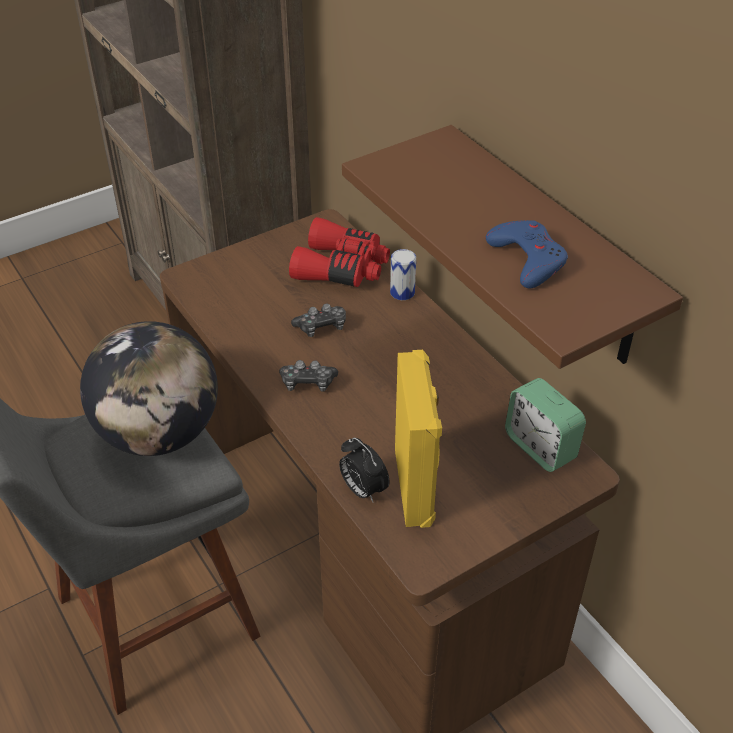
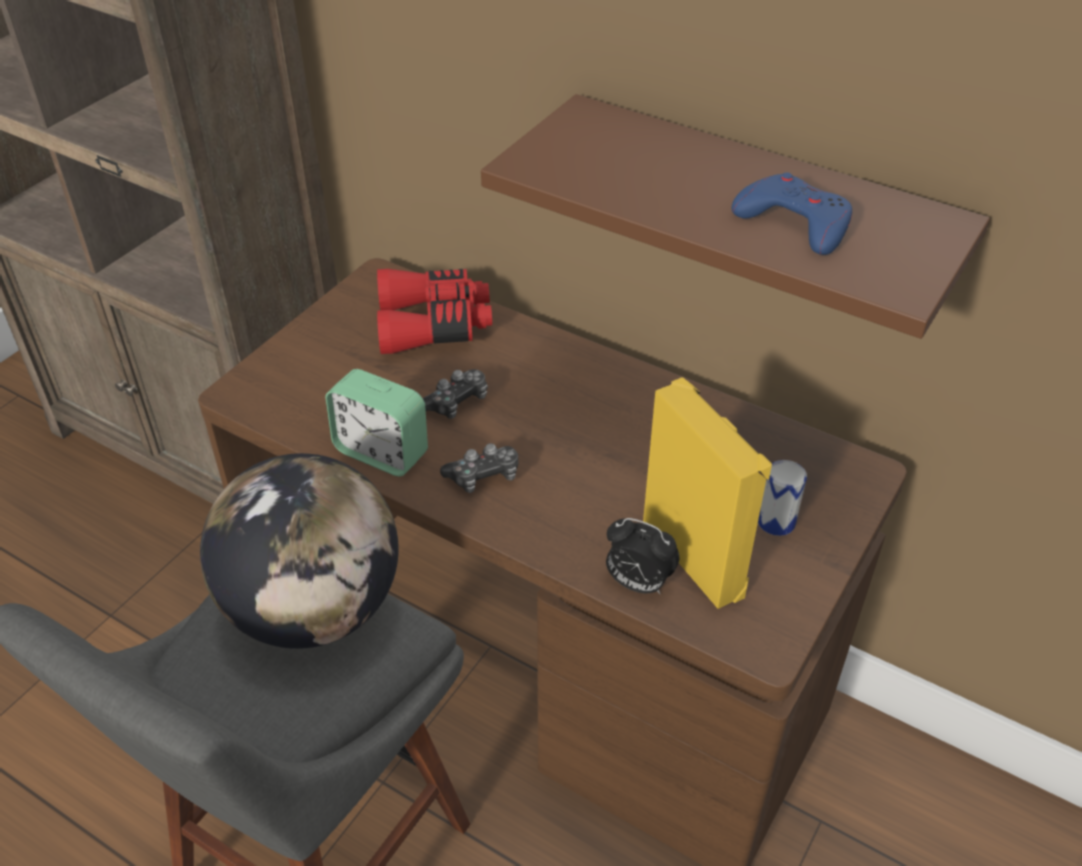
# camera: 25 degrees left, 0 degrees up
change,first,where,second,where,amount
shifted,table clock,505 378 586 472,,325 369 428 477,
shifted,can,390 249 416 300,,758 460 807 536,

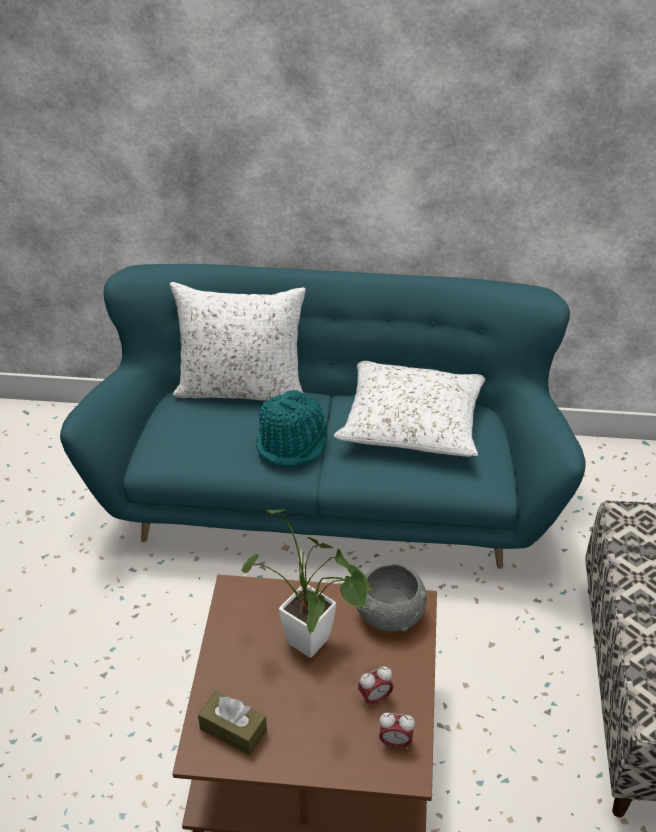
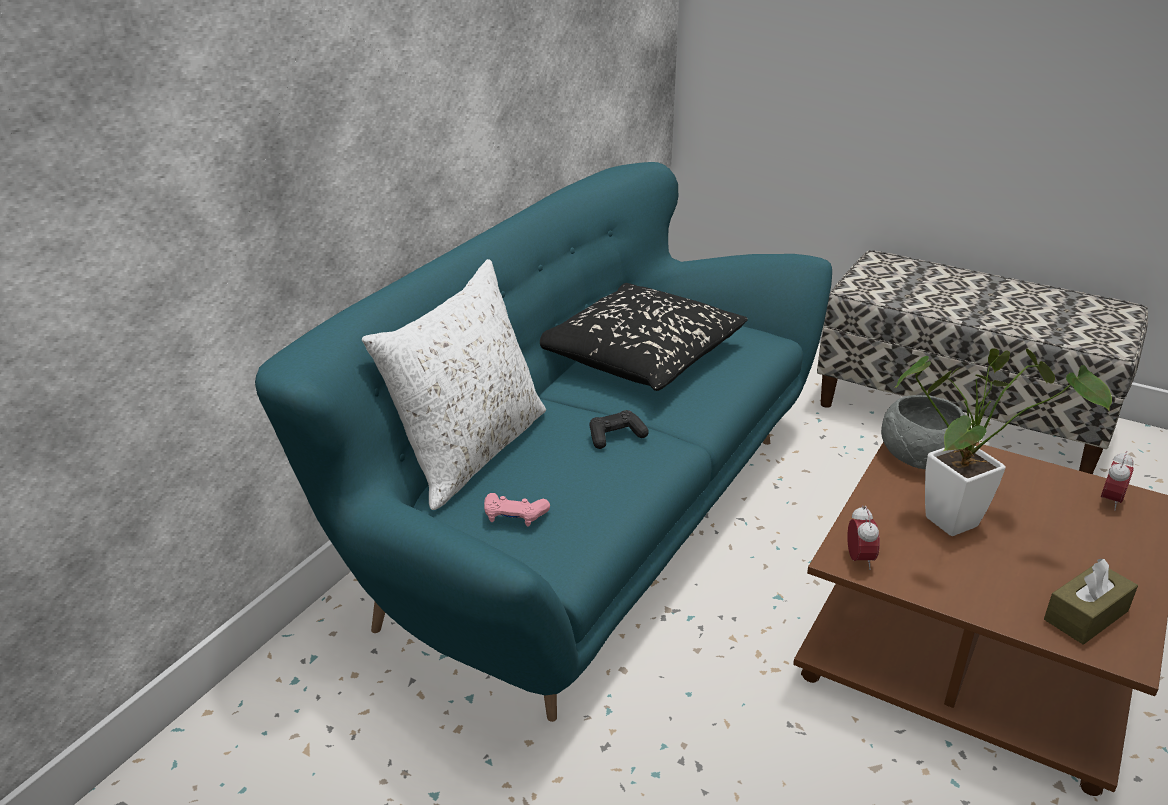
# camera: 65 degrees left, 10 degrees down
change,first,where,second,where,amount
new,,,pink-coloured joypad,484 493 550 527,
repainted,white-coloured pillow,334 361 485 457,black-coloured pillow,540 283 748 391,
swapped,blue-green hat,256 390 327 467,black-coloured joypad,590 410 649 449,
shifted,table clock,358 666 394 707,,847 505 880 570,

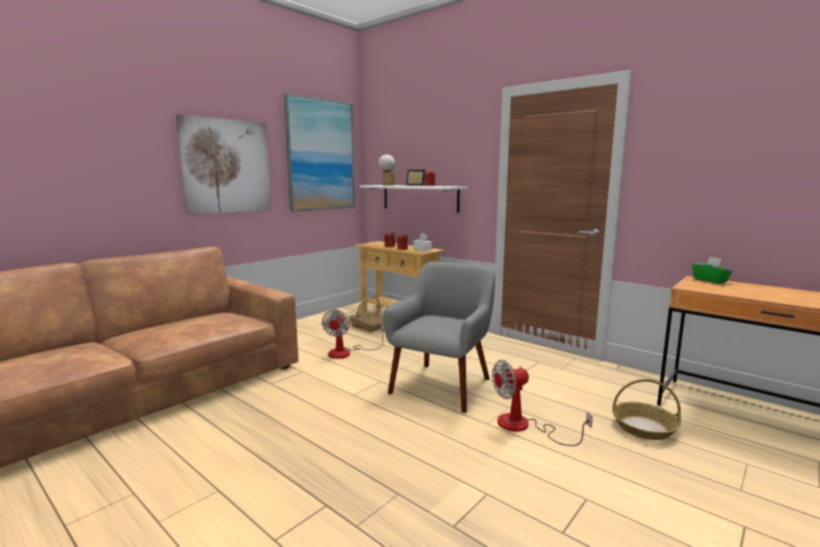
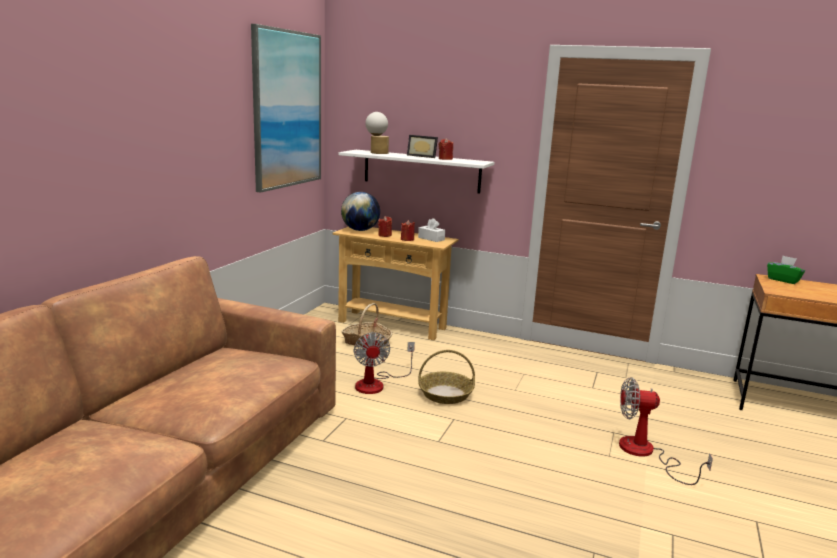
# camera: 20 degrees left, 5 degrees up
change,first,where,second,where,amount
new,,,world globe,341 192 380 231,
shifted,household basket,612 379 681 440,,418 350 475 404,
rotated,cooling fan,492 360 593 446,,619 377 713 485,45 degrees clockwise
gone,wall art,176 114 271 215,,,
gone,greyish armchair,383 262 495 413,,,

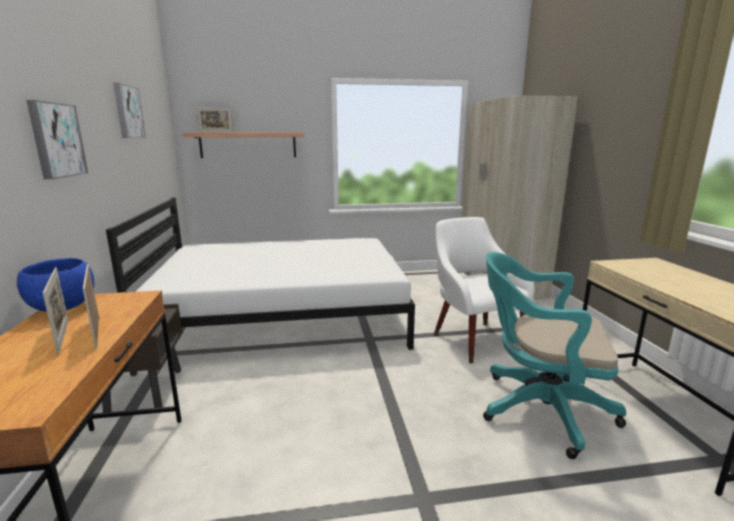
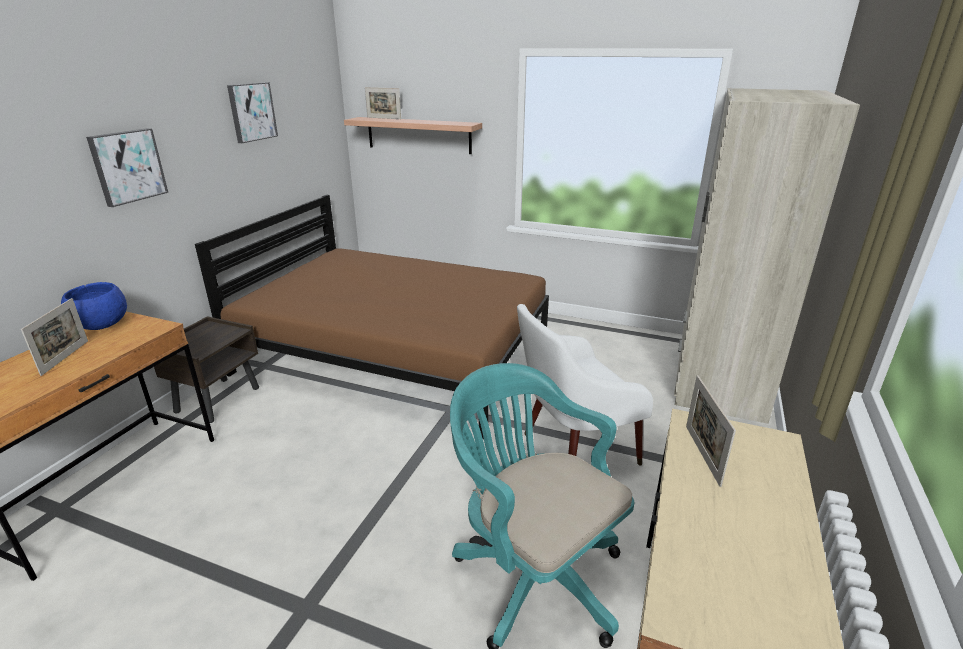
# camera: 30 degrees right, 10 degrees up
change,first,where,second,where,amount
repainted,white-coloured sleeping bed,106 197 415 350,brown sleeping bed,195 195 549 439,
rotated,white-coloured armchair,434 217 534 363,,517 304 653 466,120 degrees counterclockwise
shifted,picture frame,83 264 99 348,,686 375 736 487,

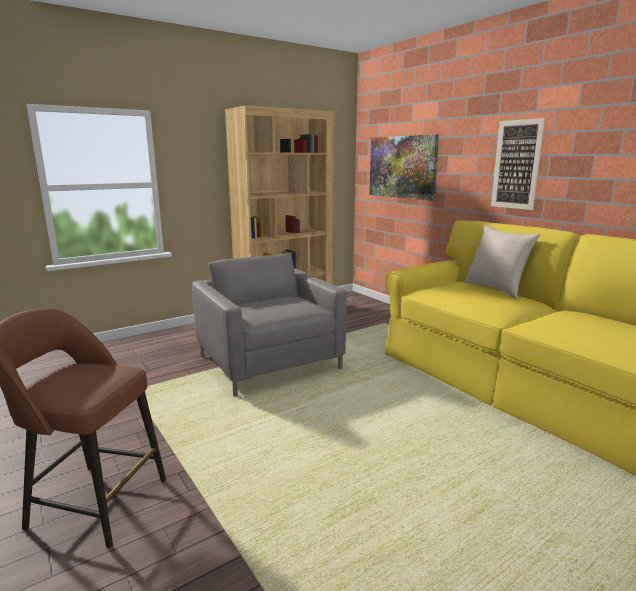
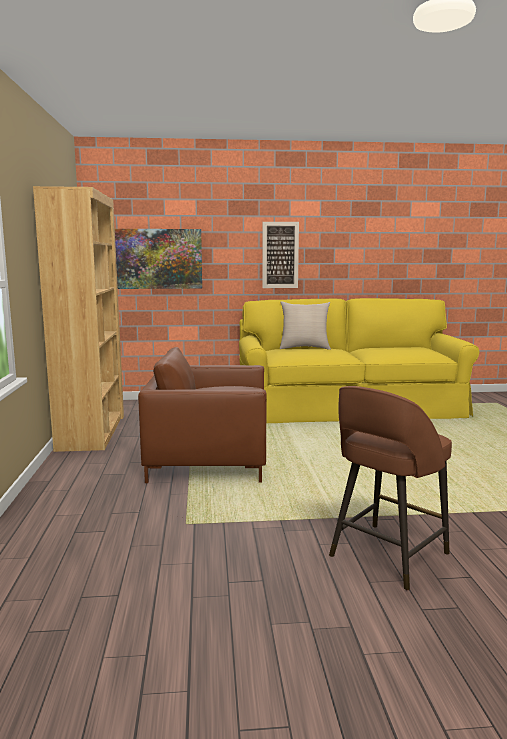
# camera: 60 degrees left, 5 degrees down
change,first,where,second,where,amount
repainted,greyish armchair,192 253 347 396,brown armchair,138 347 267 483,

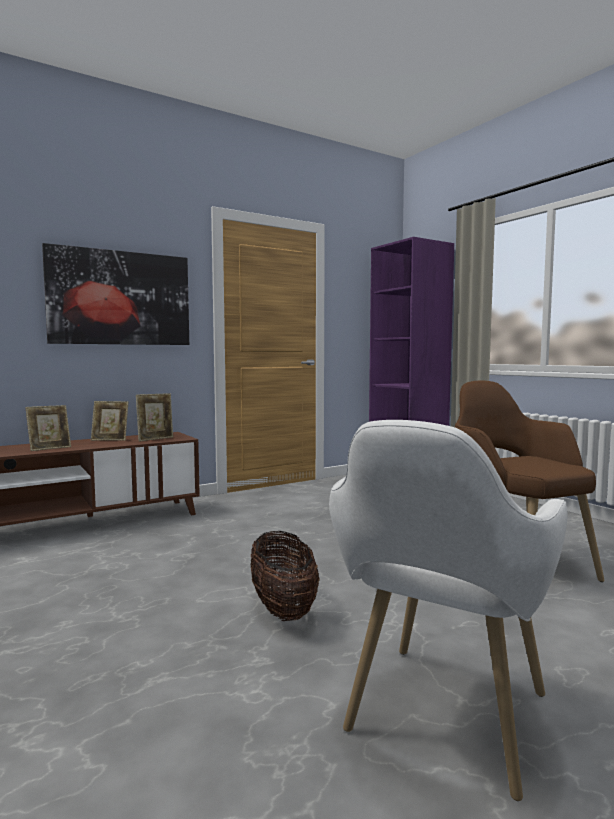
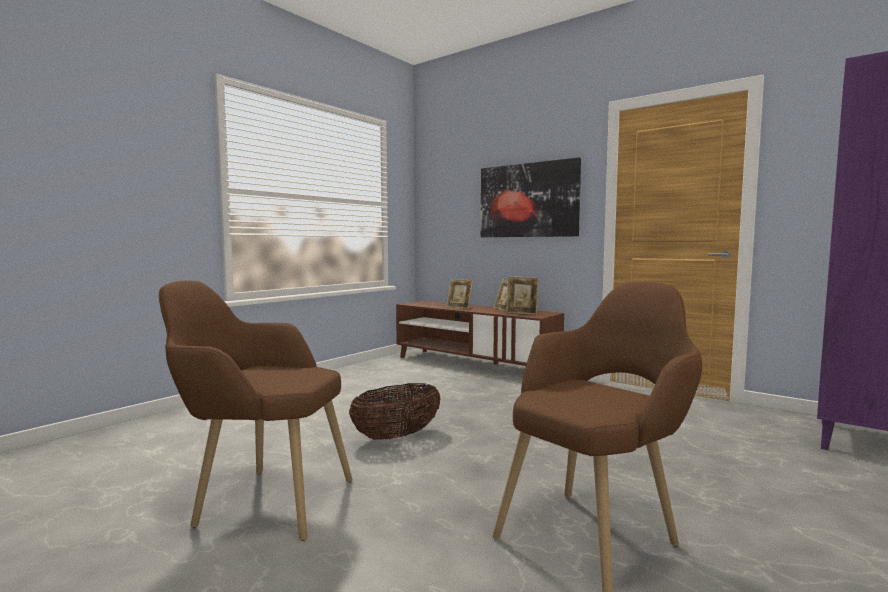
# camera: 70 degrees right, 0 degrees up
change,first,where,second,where,amount
repainted,white-coloured armchair,329 420 568 801,brown armchair,159 280 353 541,

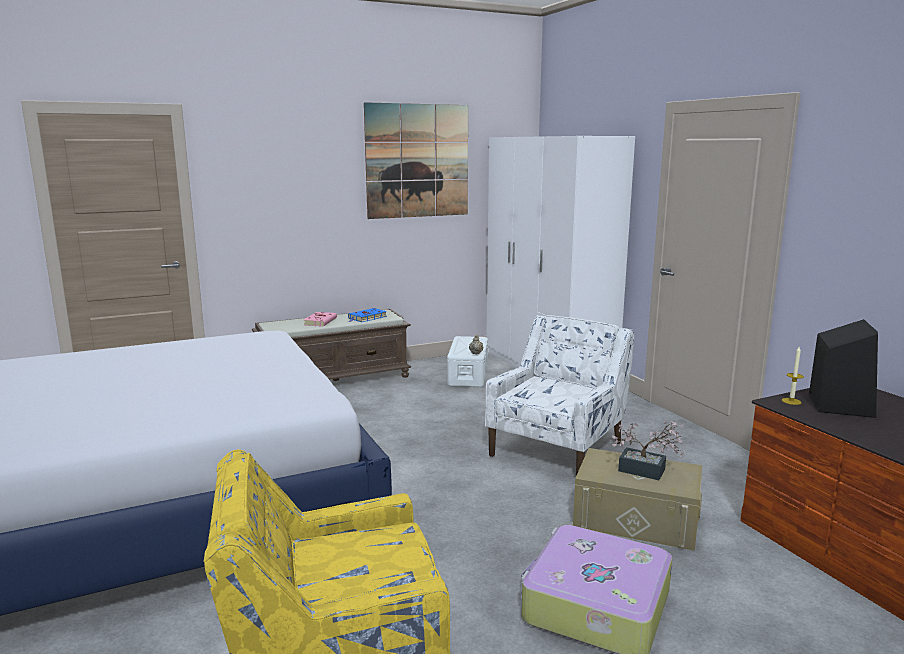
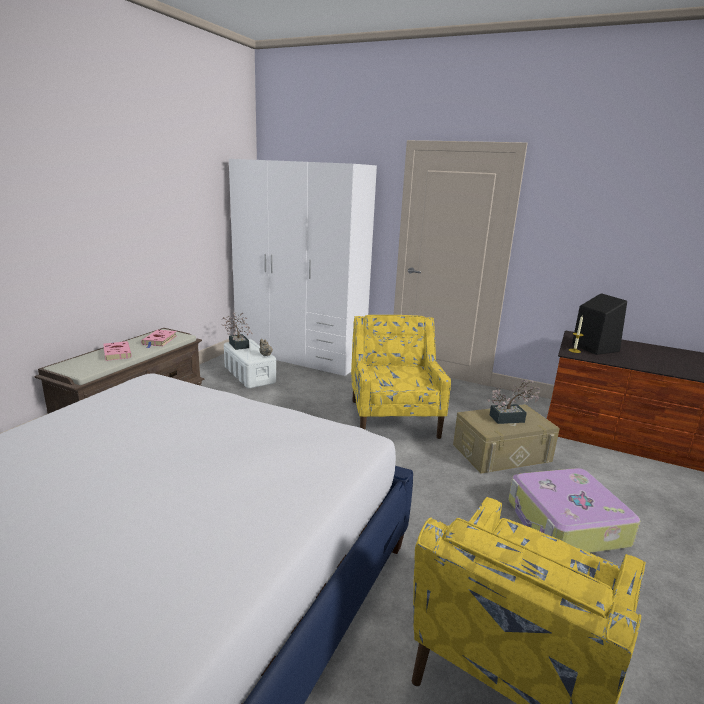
# camera: 40 degrees left, 5 degrees up
change,first,where,second,where,amount
repainted,blue book,348 308 387 322,pink-coloured book,141 330 176 348,
new,,,plant in a pot,222 312 252 350,
repainted,white-coloured armchair,485 315 634 476,yellow armchair,351 315 451 439,
gone,wall art,364 102 468 219,,,

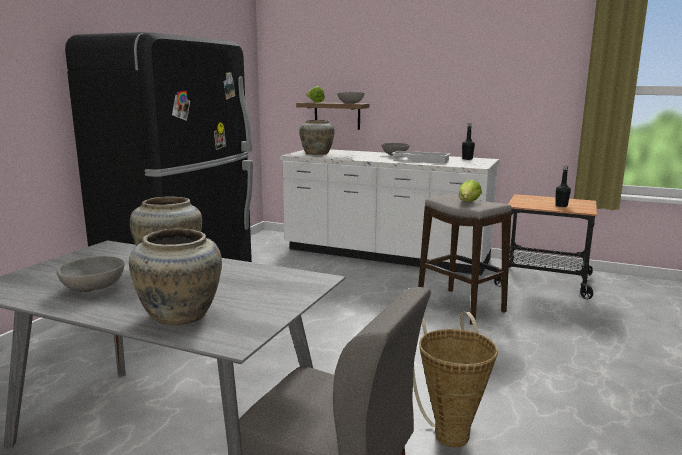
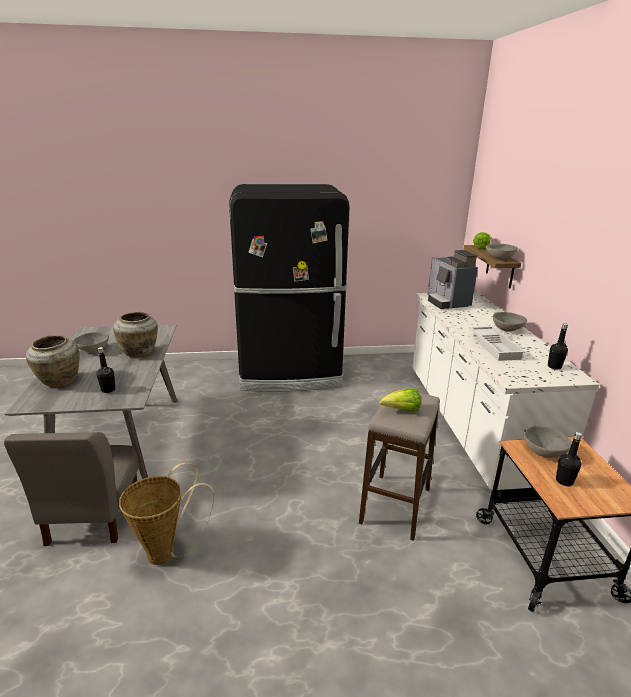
# camera: 60 degrees right, 10 degrees up
change,first,where,second,where,amount
new,,,black-coloured beverage bottle,96 347 115 393,
swapped,beige-coloured decorative vase,299 120 335 155,coffee maker,428 250 478 309,
new,,,greyish deep dish,524 425 571 458,

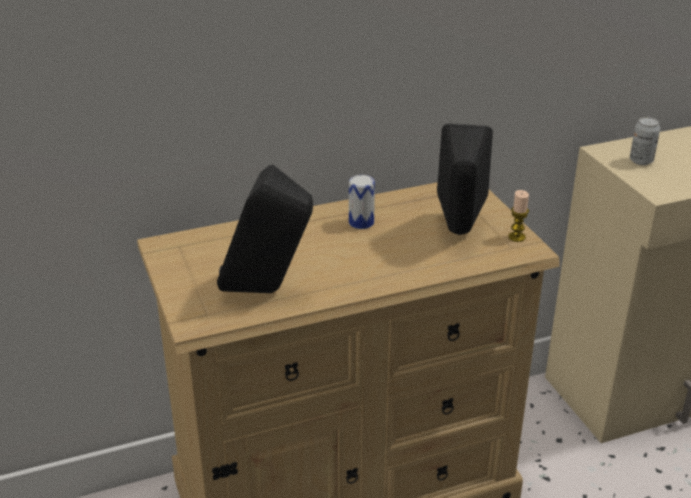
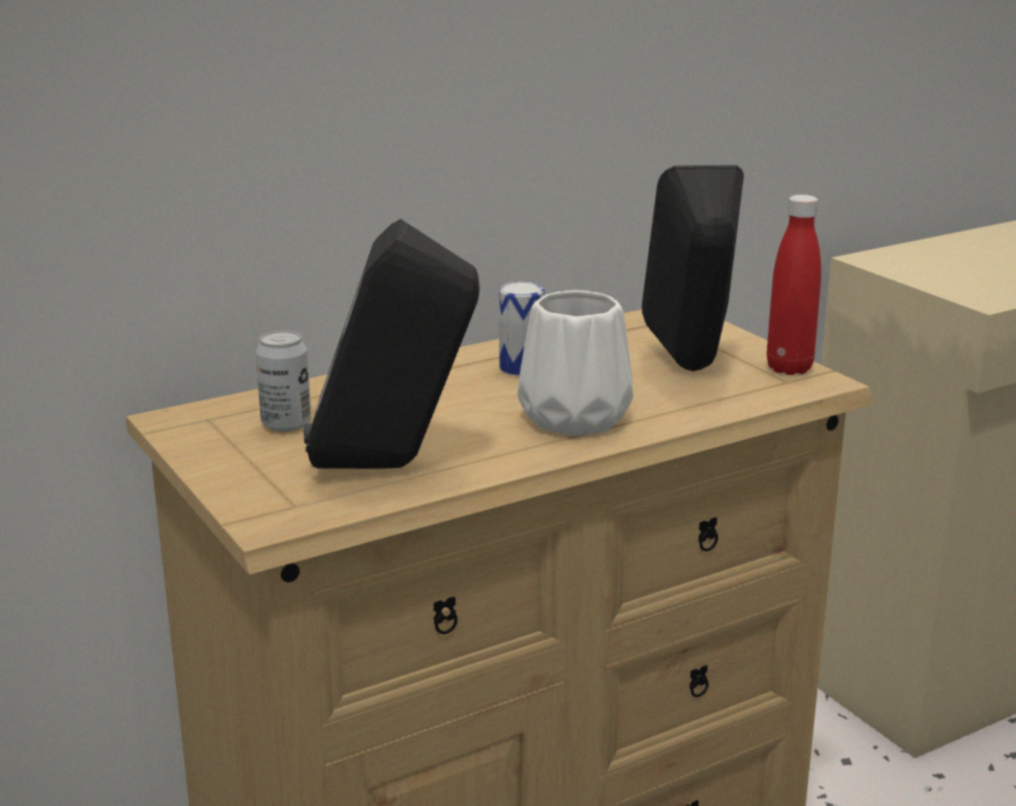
# camera: 10 degrees left, 10 degrees down
change,first,where,second,where,amount
shifted,can,630 117 660 165,,256 330 311 432,
new,,,white-coloured decorative vase,517 290 633 436,
swapped,candle,508 190 529 242,red-coloured beverage bottle,767 195 821 375,

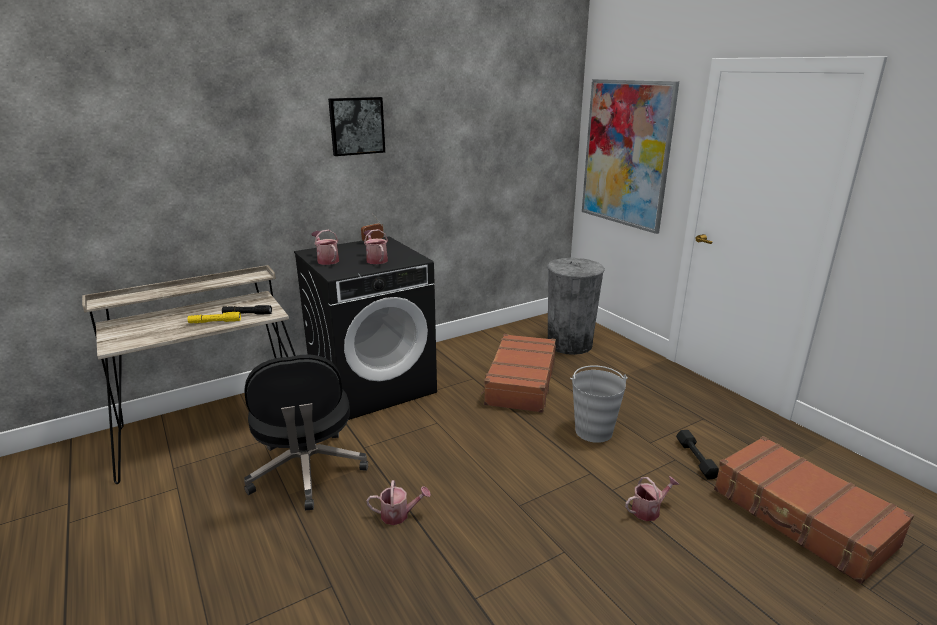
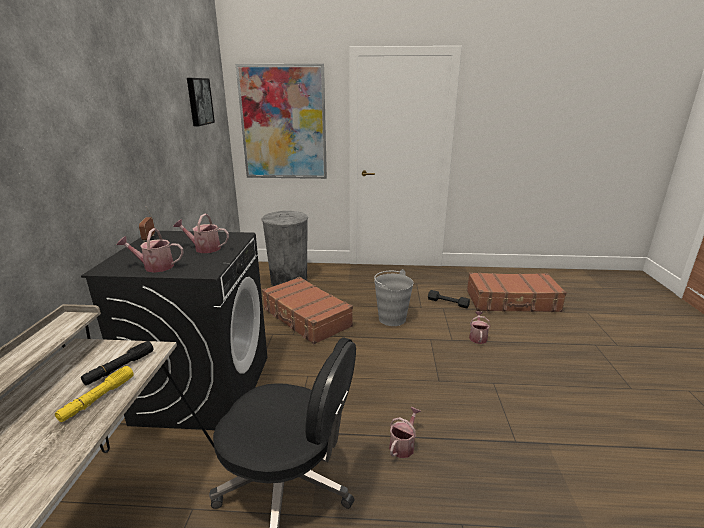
# camera: 55 degrees left, 0 degrees up
change,first,where,second,where,amount
shifted,wall art,328 97 385 156,,187 78 215 126,

